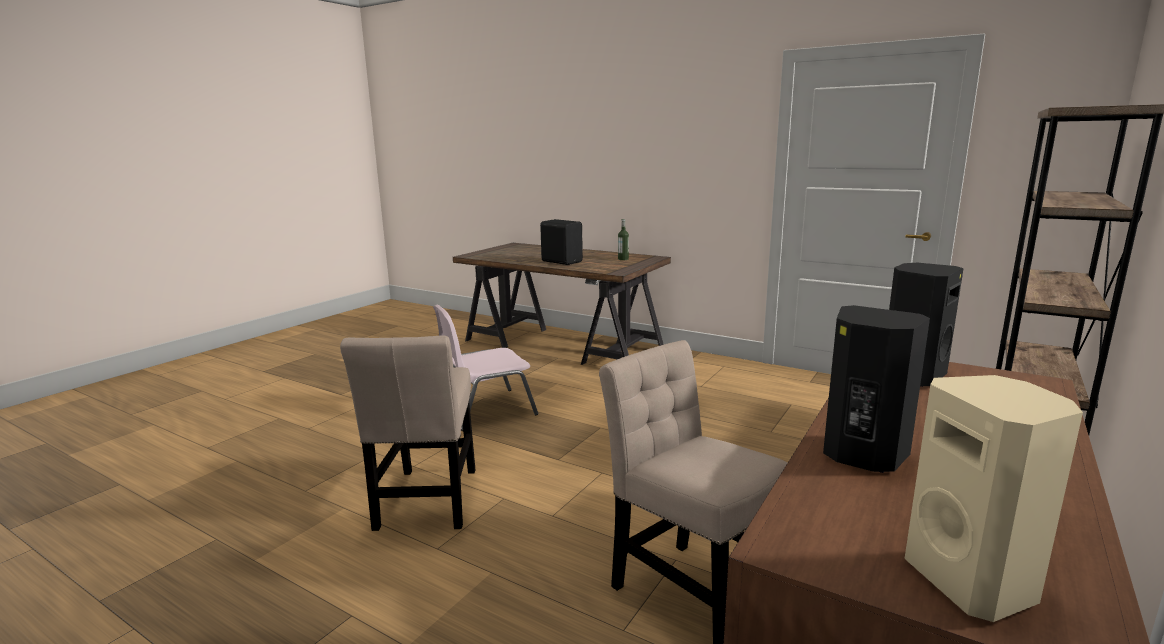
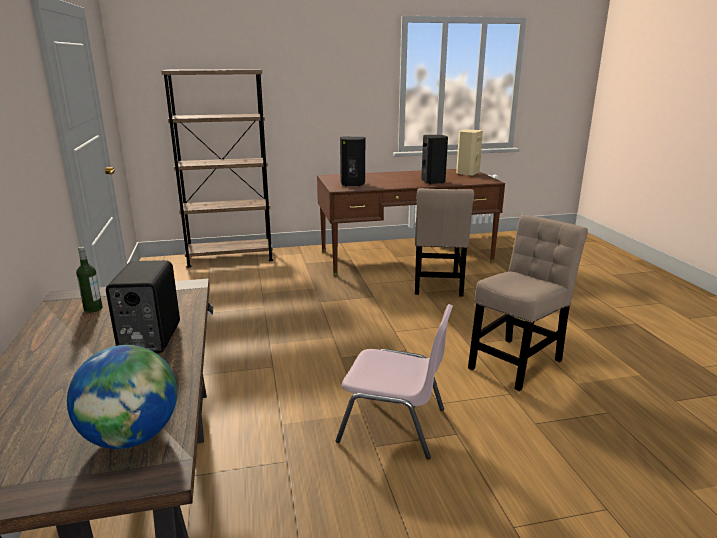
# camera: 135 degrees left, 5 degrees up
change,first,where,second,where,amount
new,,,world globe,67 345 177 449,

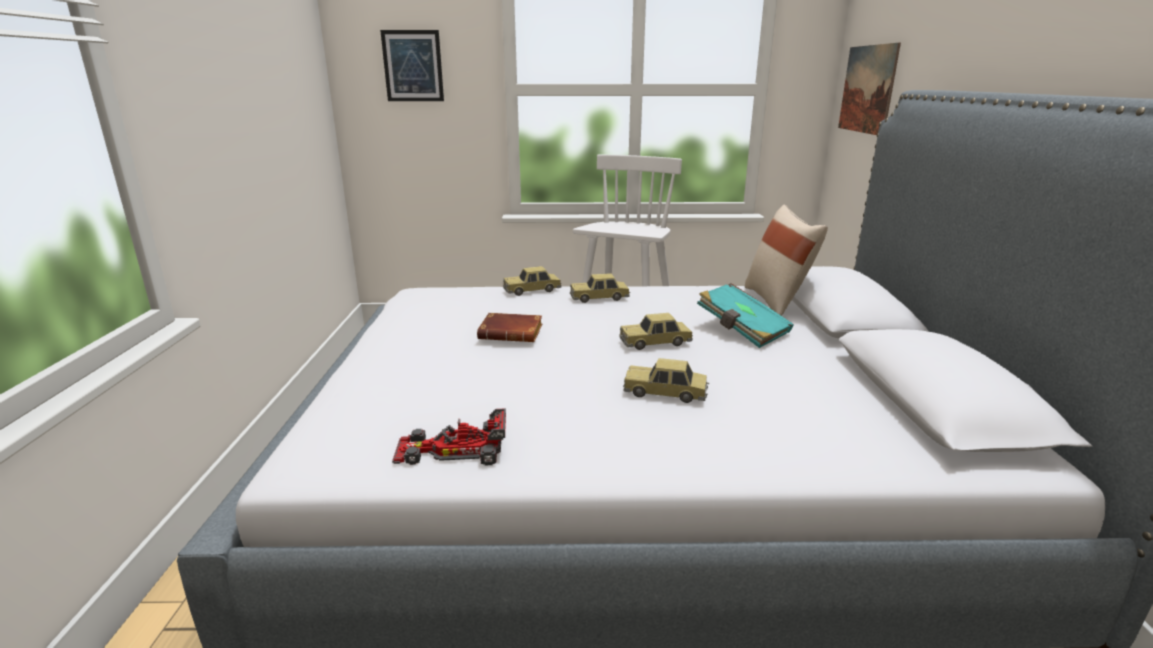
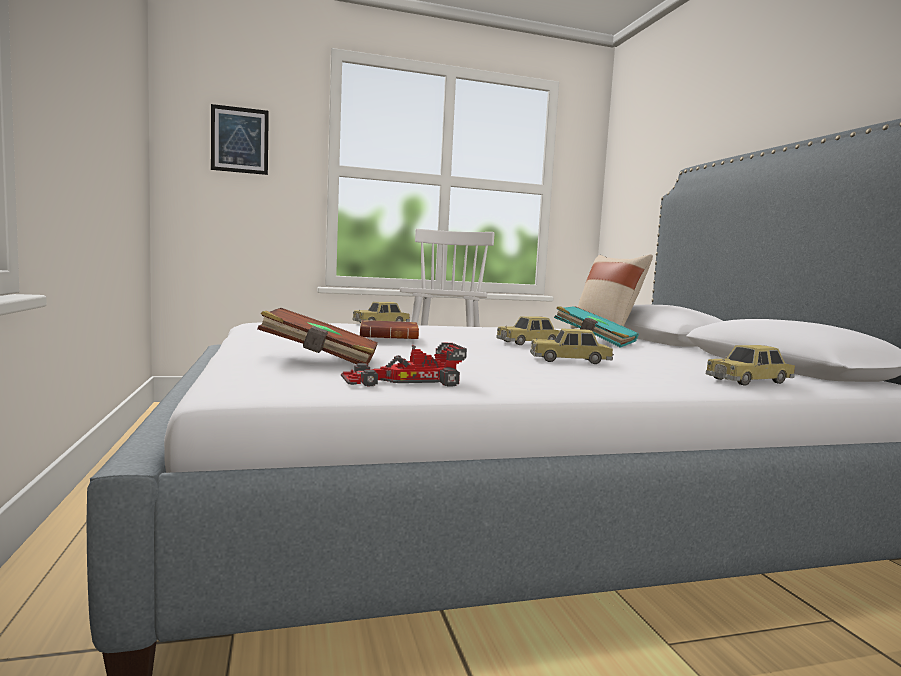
# camera: 15 degrees left, 15 degrees down
change,first,where,second,where,amount
new,,,brown book,257 308 378 364,
shifted,model car,570 273 630 303,,706 345 795 386,
gone,wall art,838 43 901 135,,,

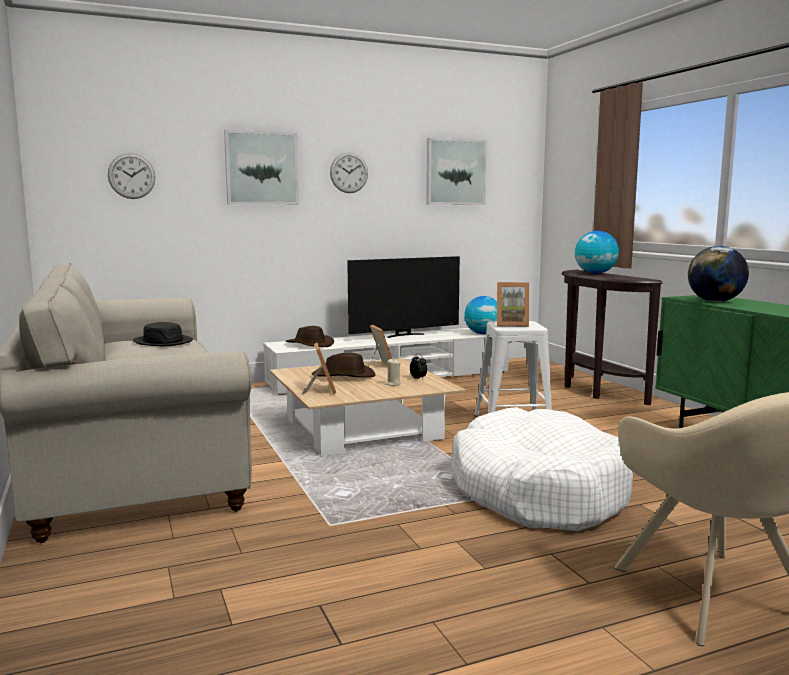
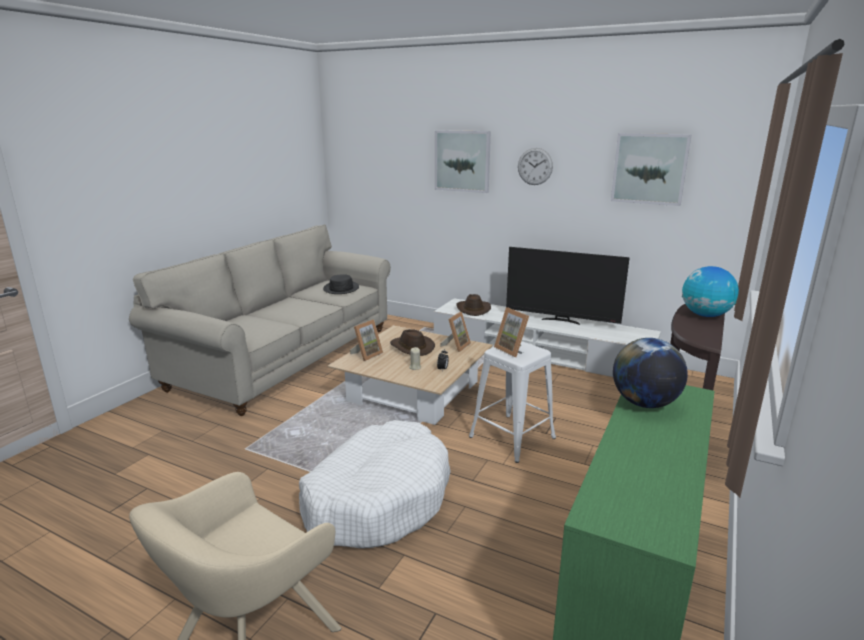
# camera: 50 degrees right, 10 degrees up
change,first,where,second,where,amount
gone,hanging clock,108 153 155 199,,,
gone,world globe,464 296 497 334,,,

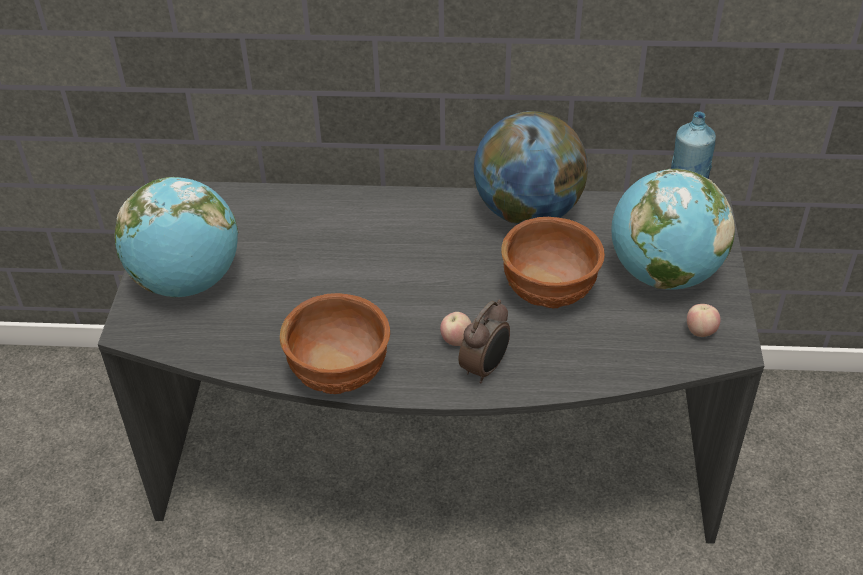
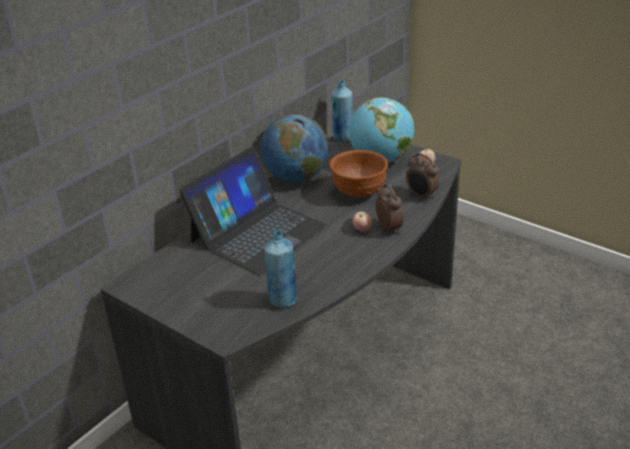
# camera: 55 degrees left, 10 degrees down
change,first,where,second,where,amount
new,,,notebook computer,179 147 327 275,
new,,,blue beverage bottle,264 230 297 308,
new,,,table clock,406 153 440 201,
gone,world globe,115 177 239 298,,,
gone,brown deep dish,280 293 390 394,,,

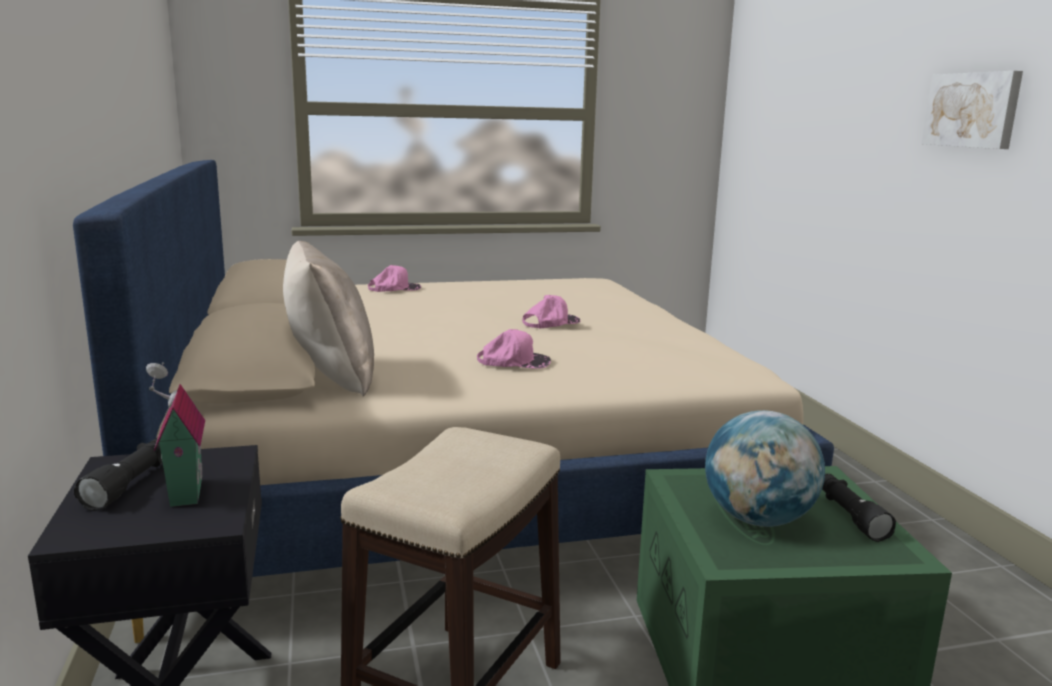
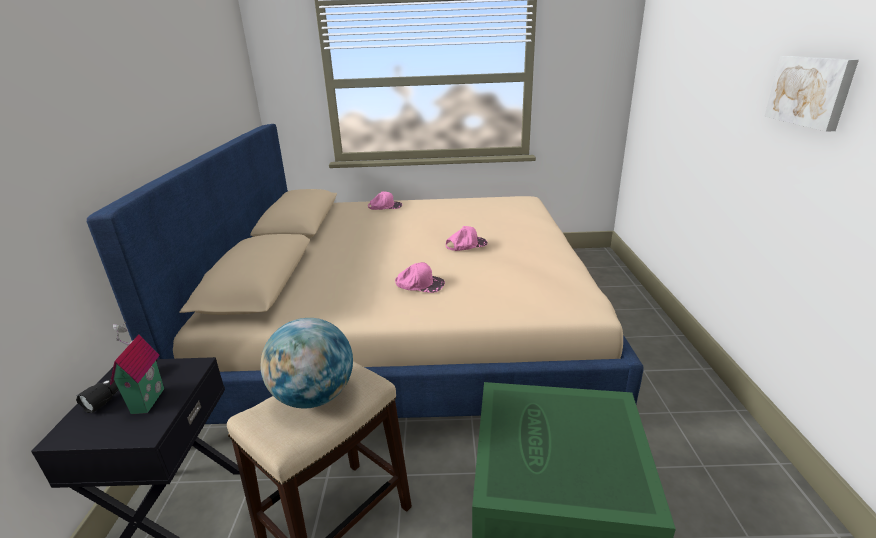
# camera: 15 degrees right, 10 degrees up
change,first,where,second,where,amount
shifted,world globe,705 410 825 527,,261 318 353 409,
gone,beige-coloured pillow,283 241 374 396,,,
gone,black-coloured hand torch,822 474 896 542,,,

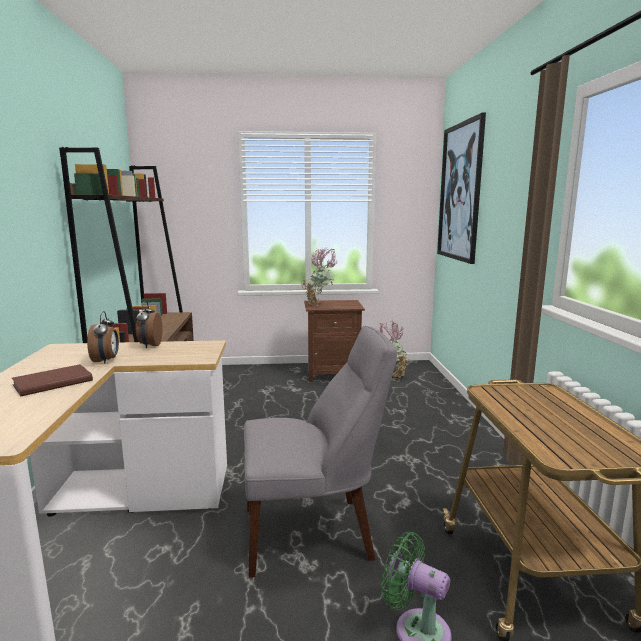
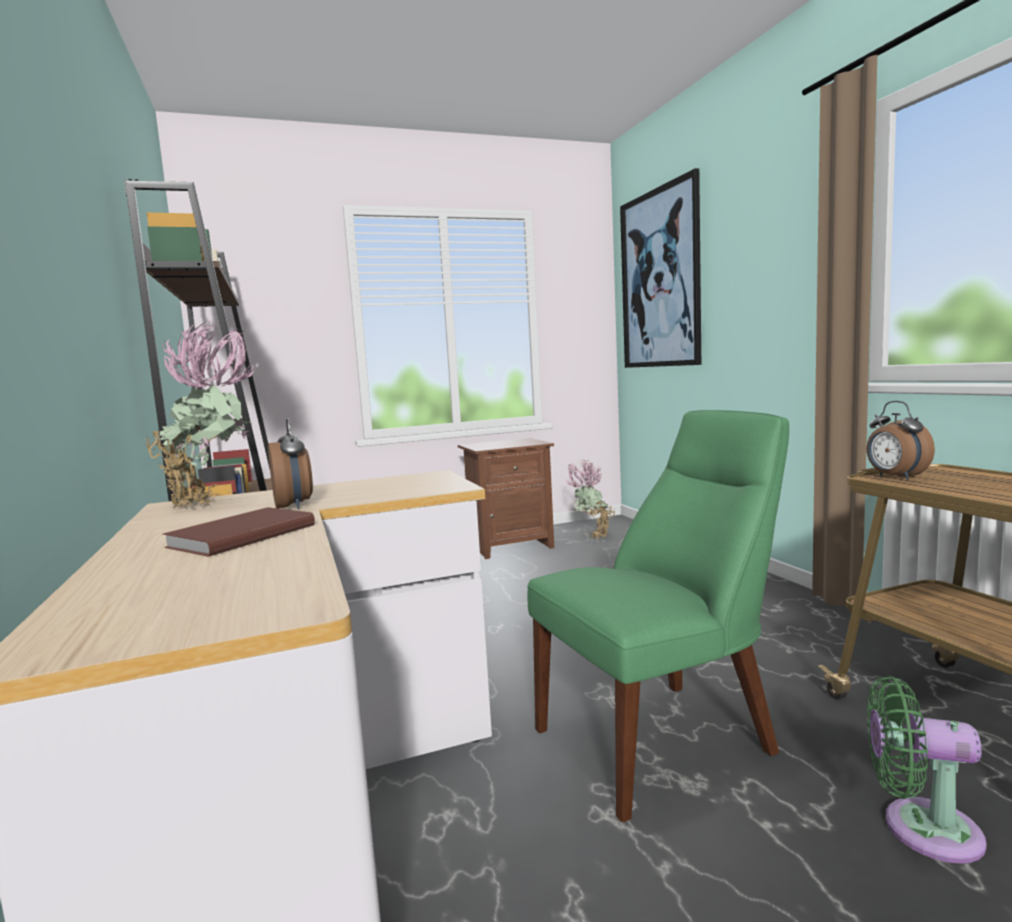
# camera: 15 degrees left, 5 degrees down
change,first,where,second,where,amount
shifted,plant in a pot,302 248 338 306,,145 321 257 509,
repainted,greyish upright chair,244 326 397 578,green upright chair,528 410 789 822,
shifted,table clock,136 301 163 348,,867 401 935 480,

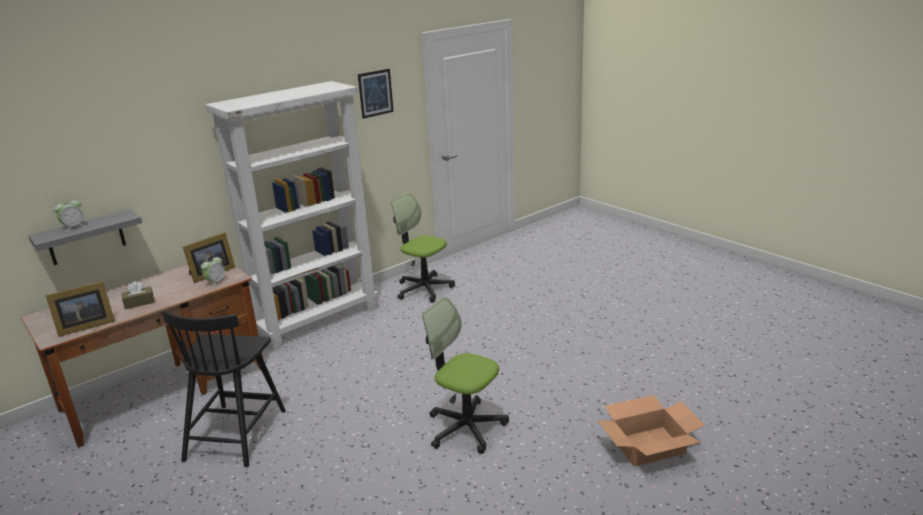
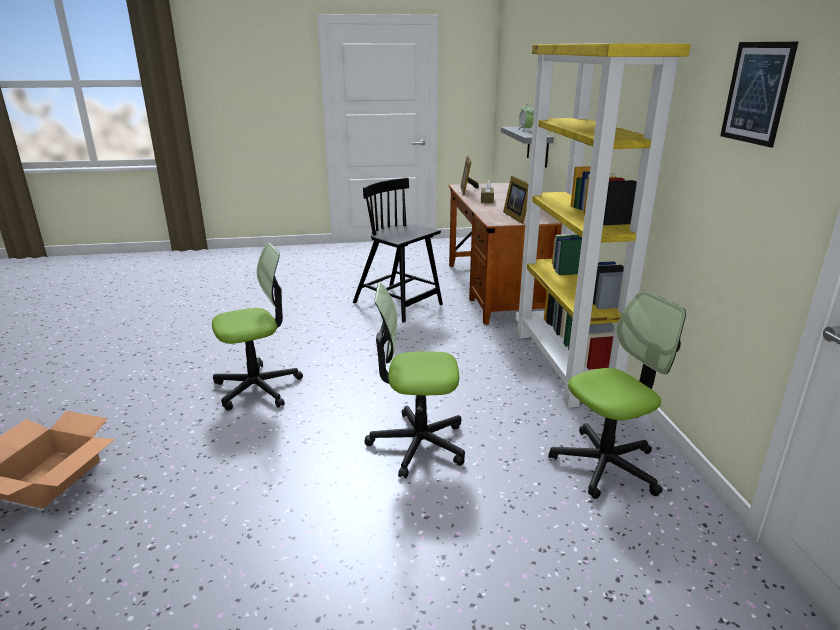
# camera: 120 degrees right, 0 degrees up
change,first,where,second,where,amount
new,,,computer chair,365 283 465 478,
repainted,white-coloured shelving unit,205 81 378 350,yellow shelving unit,515 43 691 408,
gone,table clock,201 256 227 288,,,

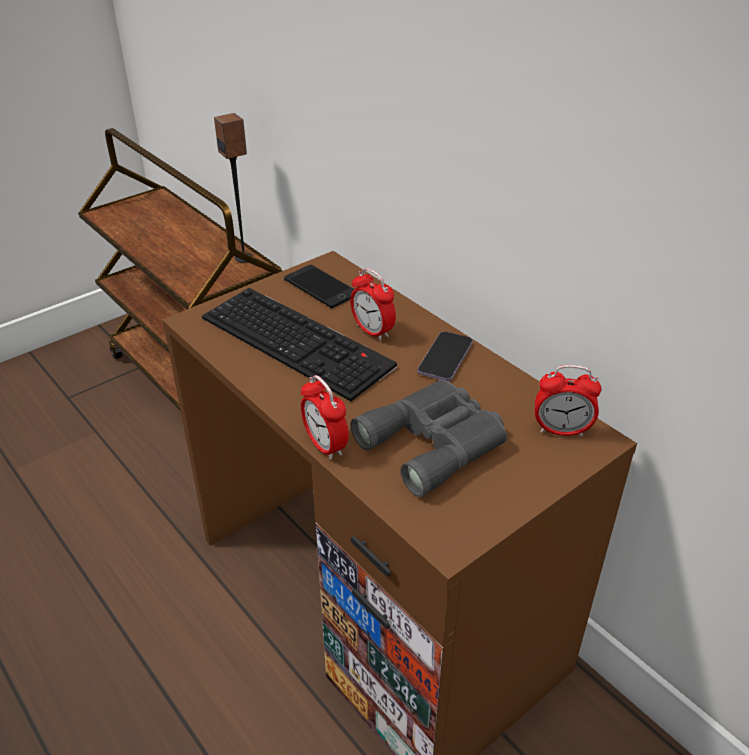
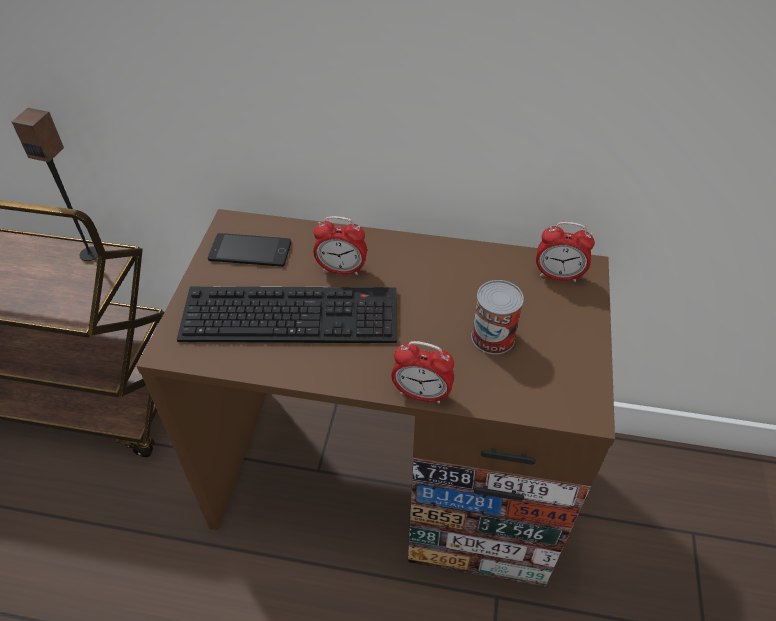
# camera: 40 degrees left, 10 degrees up
change,first,where,second,where,amount
swapped,greyish field glasses,350 380 507 497,can,471 280 524 355,
rotated,table clock,535 365 602 437,,536 222 595 282,45 degrees clockwise
gone,telephone,418 331 473 381,,,

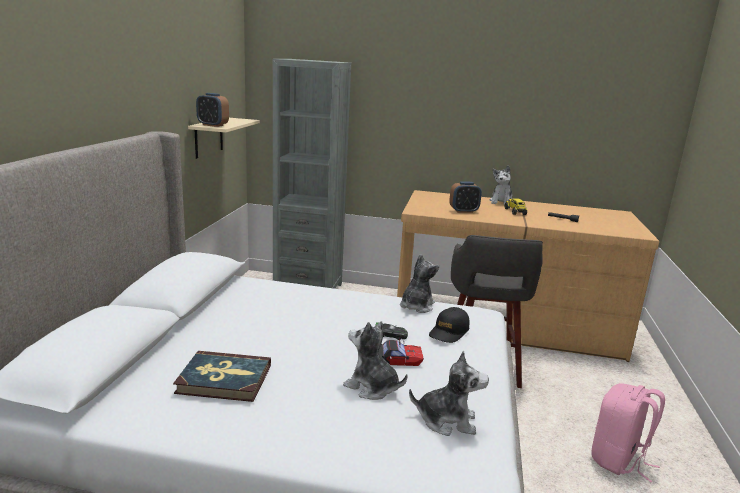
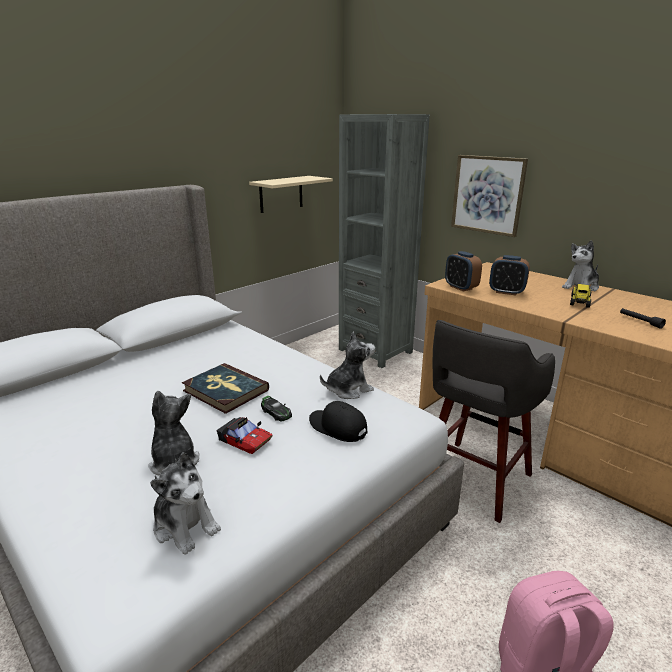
# camera: 35 degrees right, 5 degrees up
change,first,where,second,where,amount
shifted,book,173 351 271 402,,182 363 269 414,
rotated,black-coloured baseball cap,429 307 470 343,,309 401 368 442,60 degrees clockwise
shifted,table clock,196 93 229 127,,445 251 482 291,
new,,,wall art,451 155 528 237,

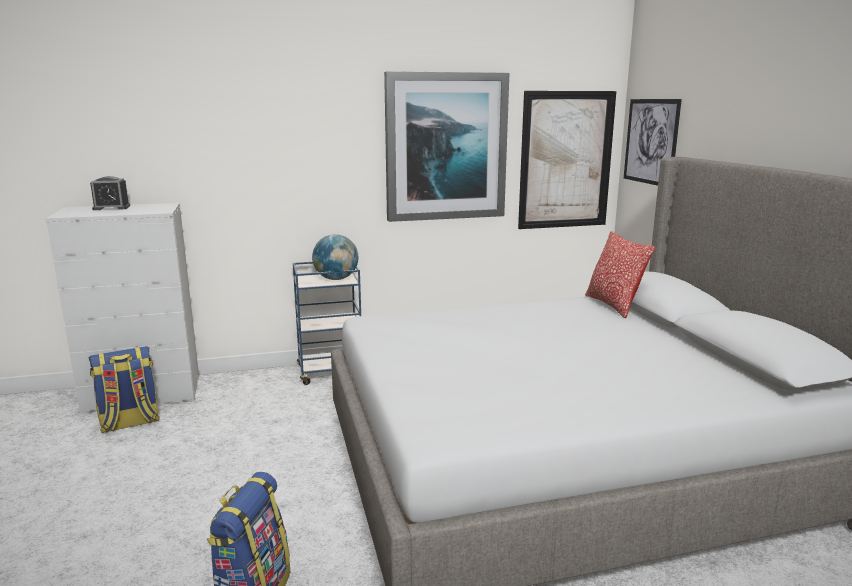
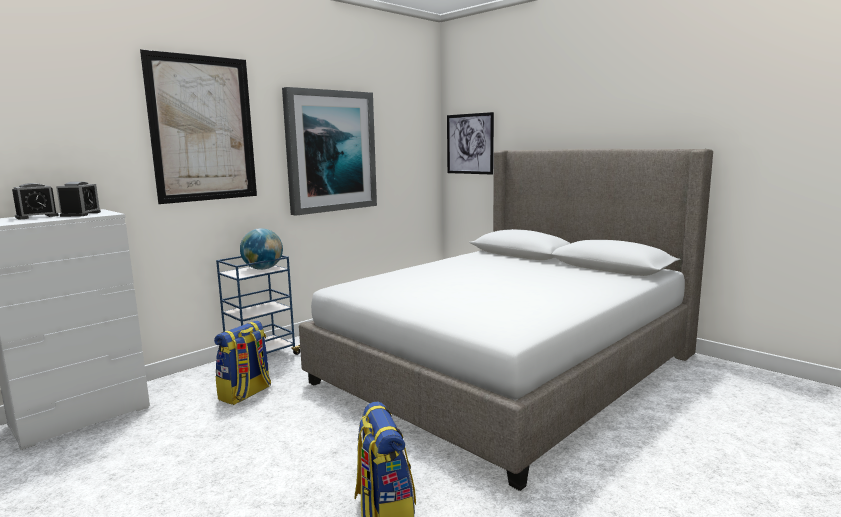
# camera: 30 degrees left, 5 degrees down
change,first,where,second,where,amount
new,,,table clock,56 182 101 217,
shifted,wall art,518 91 616 229,,140 49 257 204,
shifted,rucksack,89 346 160 433,,214 320 271 405,
gone,pillow,585 231 655 318,,,

